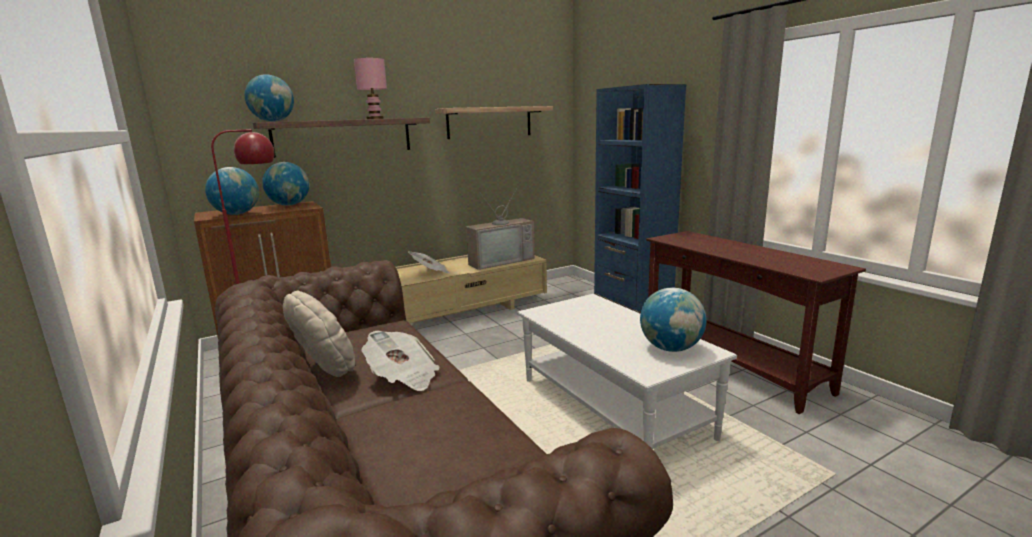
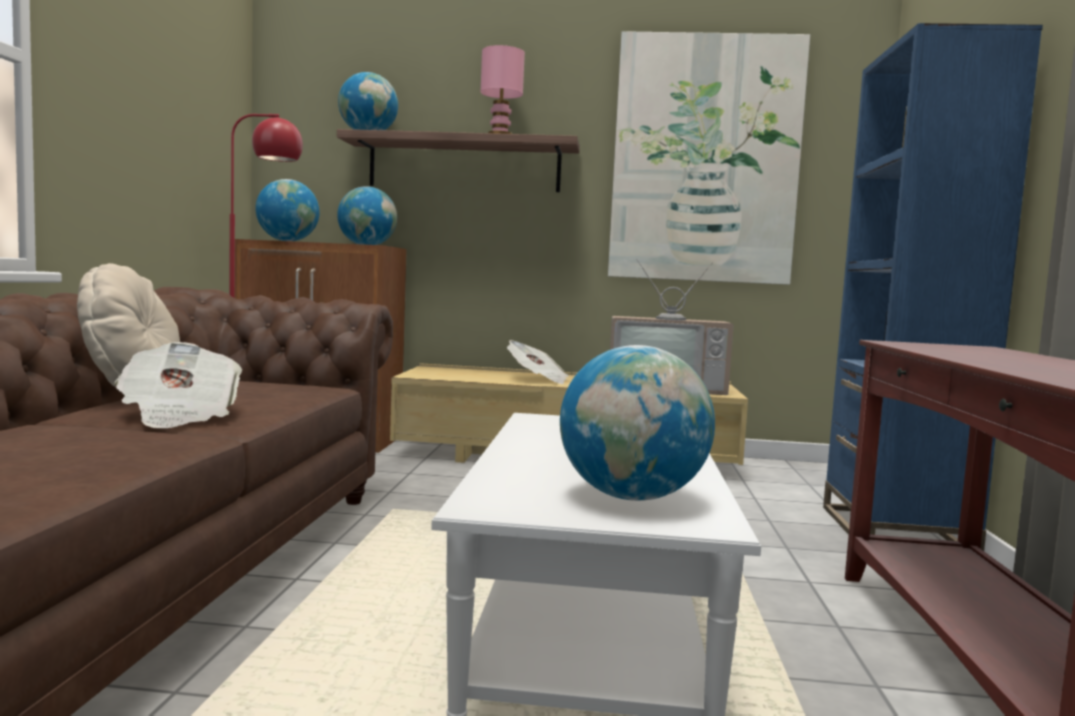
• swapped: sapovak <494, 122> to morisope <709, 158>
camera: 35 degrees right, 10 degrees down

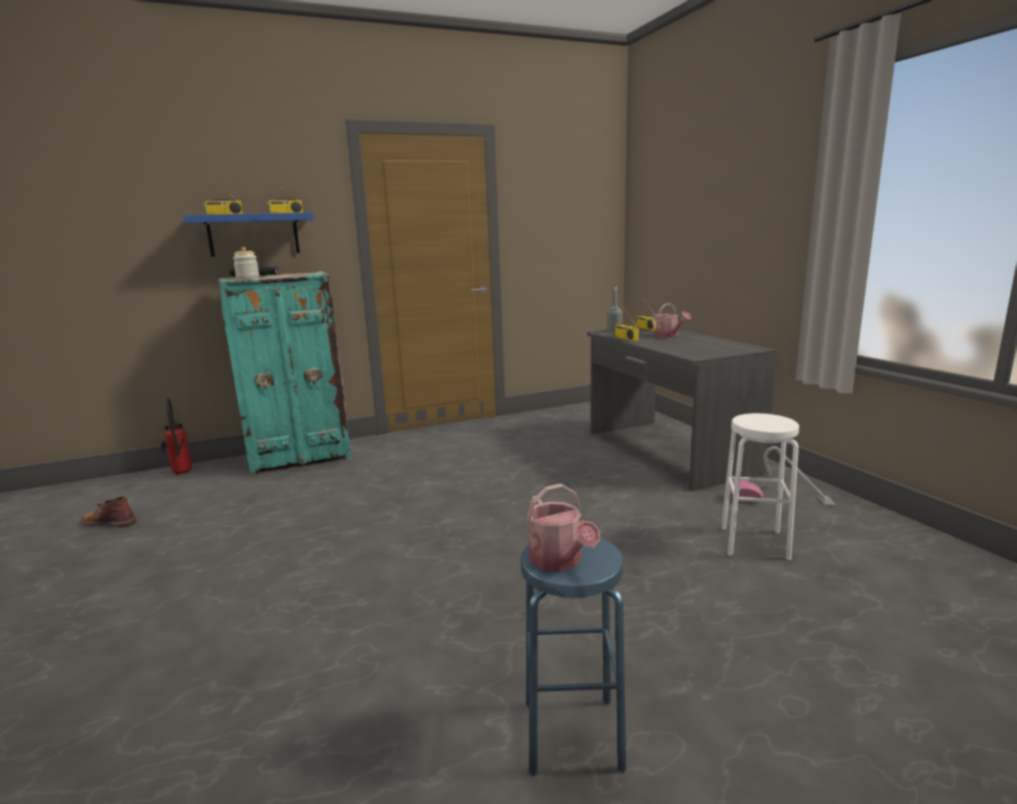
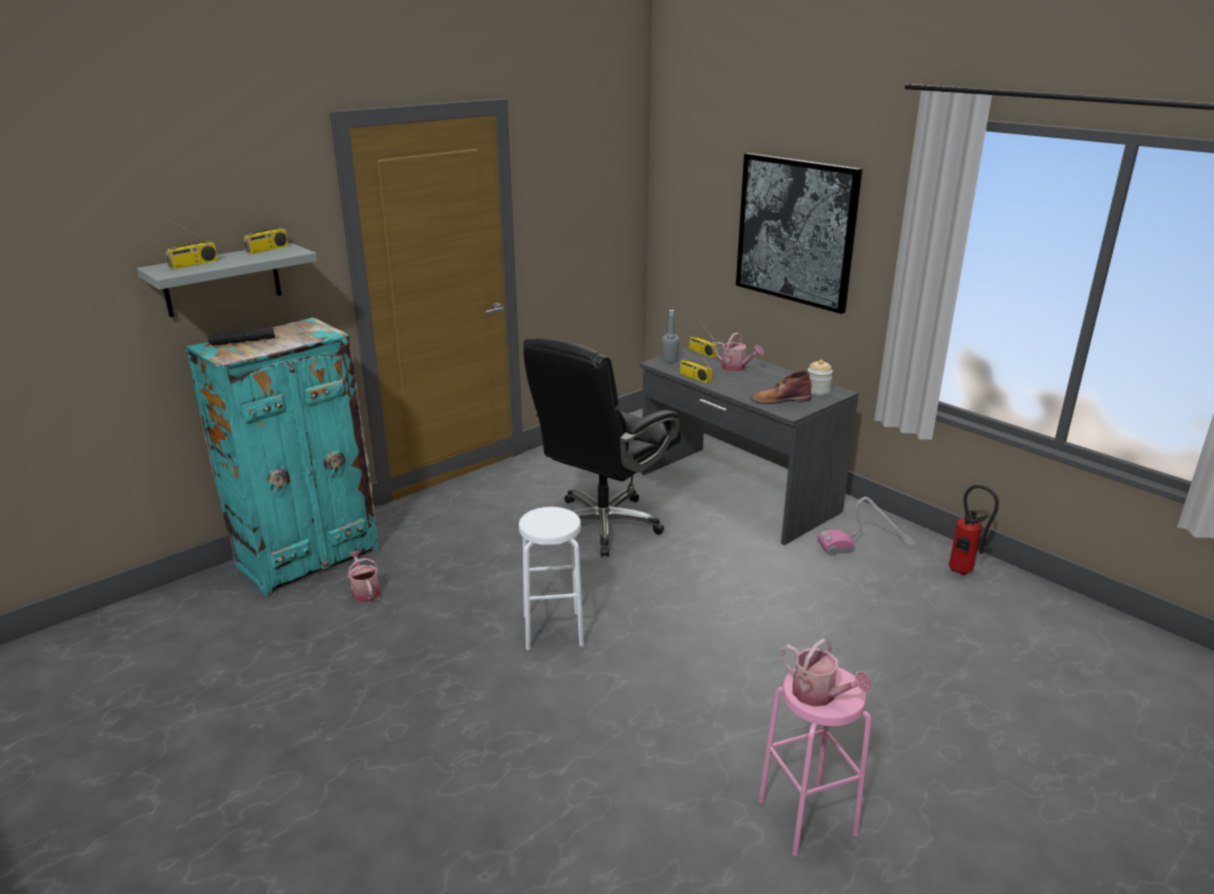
• new: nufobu <363, 576>
• new: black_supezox <602, 447>
• new: morisope <799, 233>
• shifted: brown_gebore <109, 512> to <781, 387>
• shifted: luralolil <176, 436> to <974, 530>
• shifted: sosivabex <246, 263> to <820, 377>
• shifted: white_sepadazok <760, 486> to <551, 578>
• repainted: blue_sapovak <249, 234> to grey_sapovak <226, 280>
• repainted: blue_sepadazok <573, 657> to pink_sepadazok <815, 762>
camera: 20 degrees left, 10 degrees up

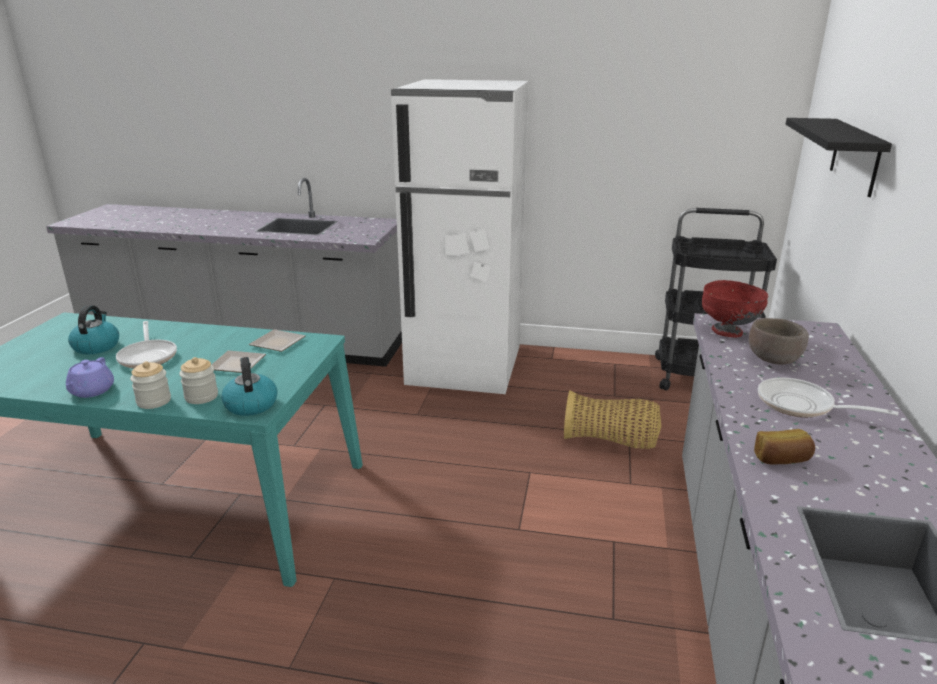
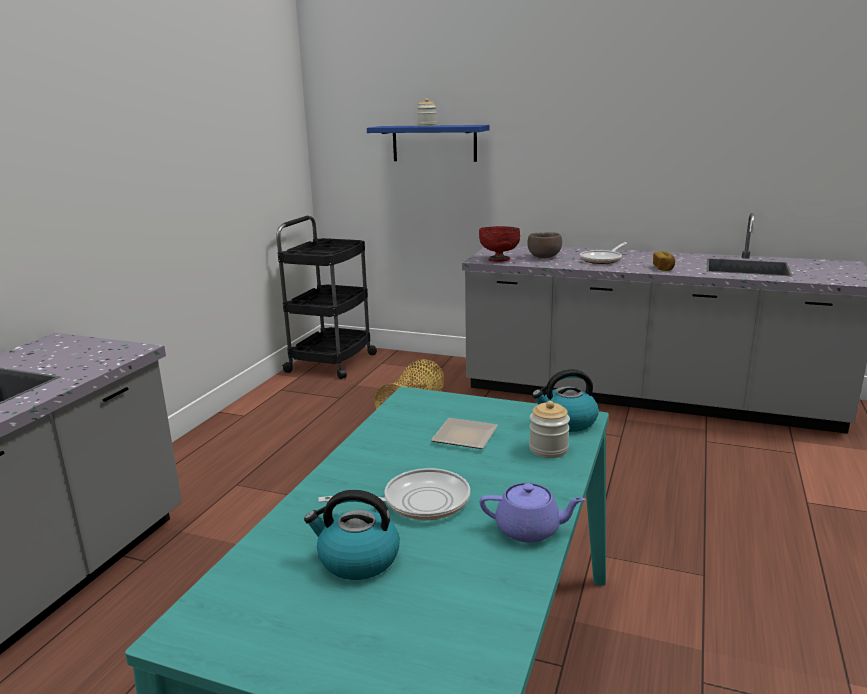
• gone: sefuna <277, 340>
• gone: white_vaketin <460, 236>
• shifted: sosivabex <150, 385> to <427, 112>
• repainted: black_sapovak <839, 157> to blue_sapovak <428, 143>
camera: 80 degrees left, 5 degrees down

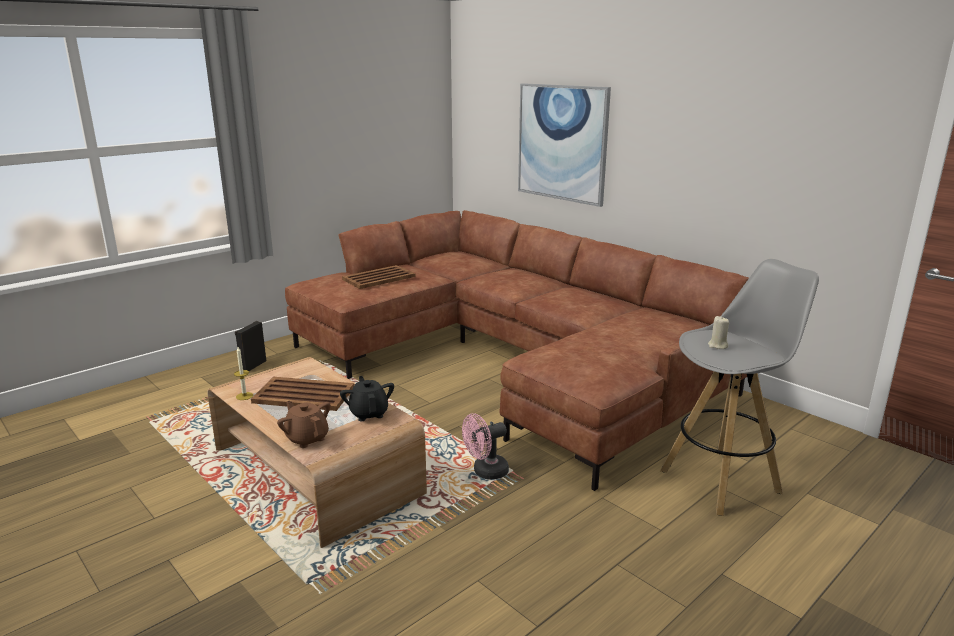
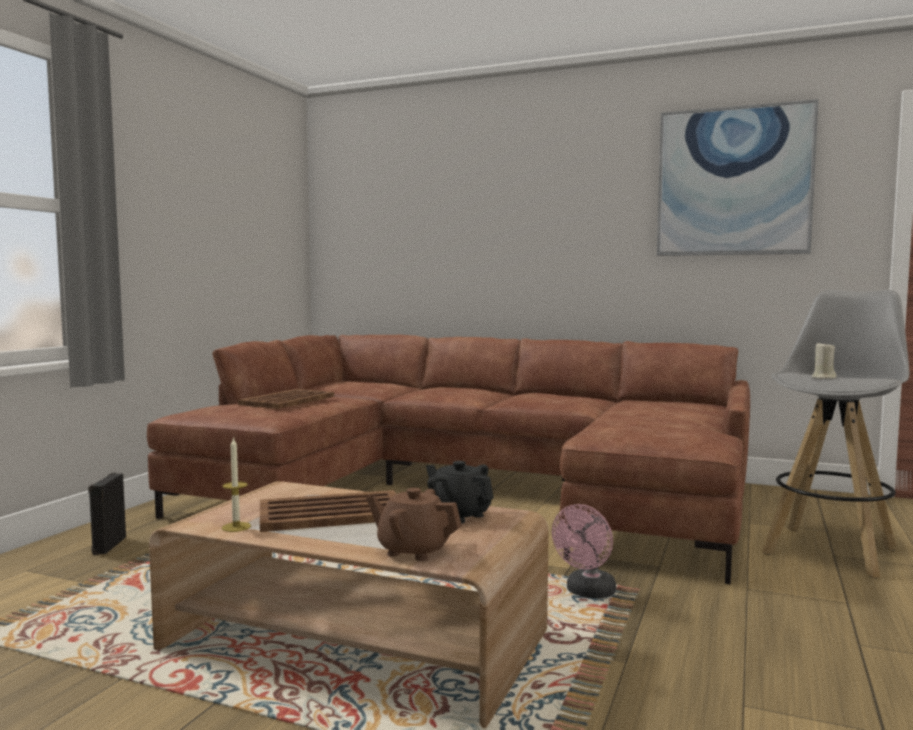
• shifted: morisope <564, 145> to <737, 177>
camera: 25 degrees left, 15 degrees down

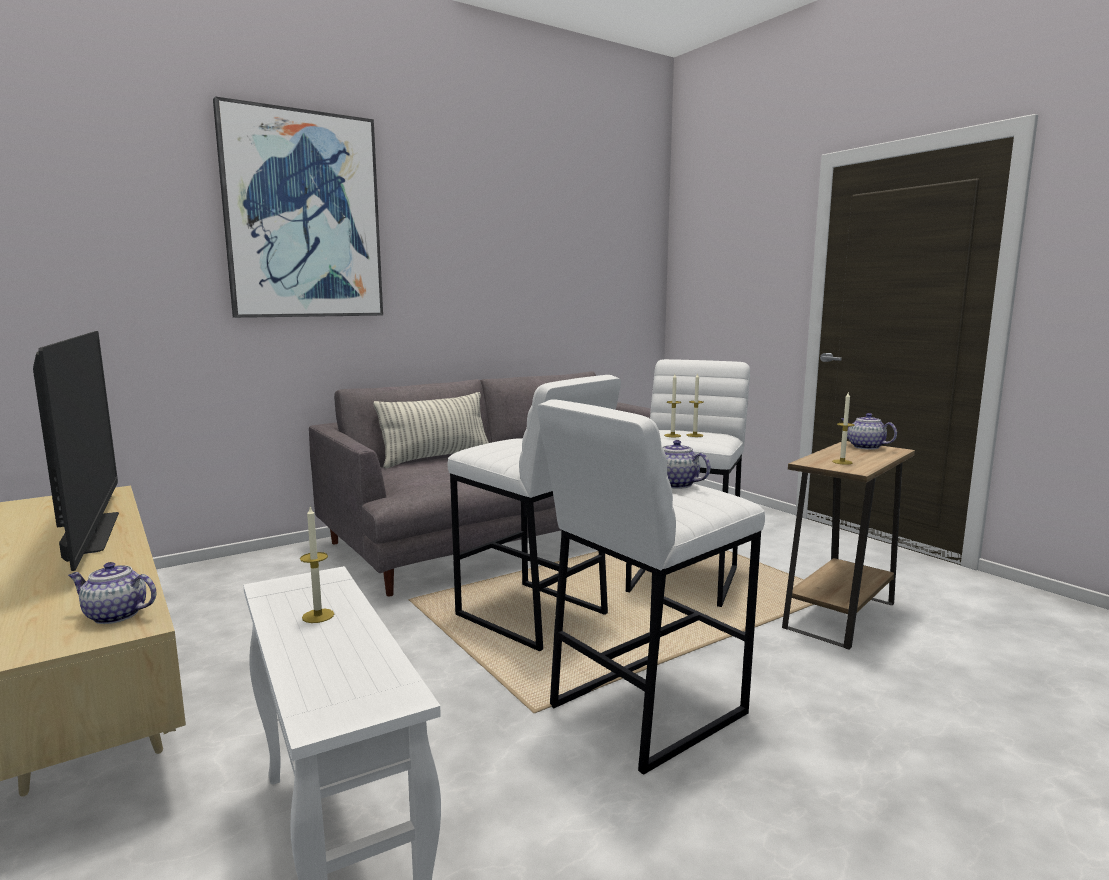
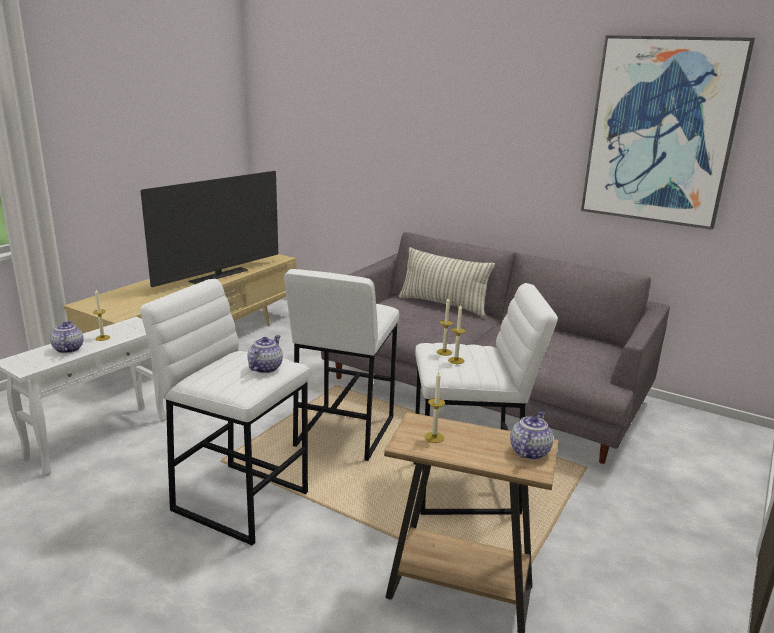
• shifted: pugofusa <112, 593> to <67, 337>
• shifted: morisope <298, 207> to <668, 132>
camera: 65 degrees right, 10 degrees up

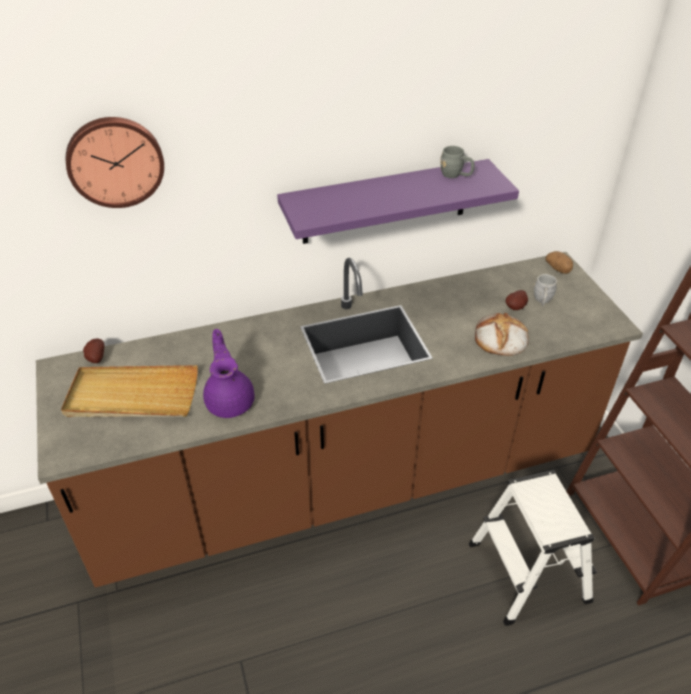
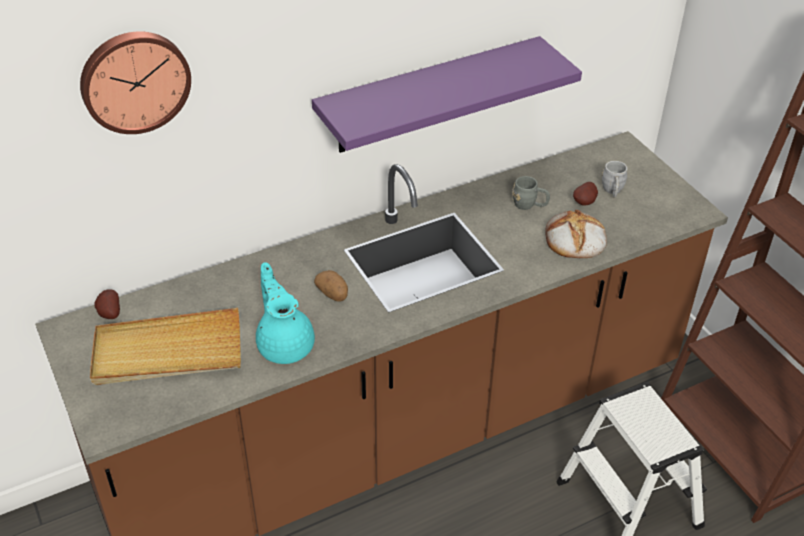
• shifted: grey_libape <457, 162> to <531, 193>
• shifted: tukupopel <559, 262> to <331, 286>
• repainted: purple_pugofusa <228, 373> to turquoise_pugofusa <285, 313>
camera: 10 degrees left, 0 degrees up

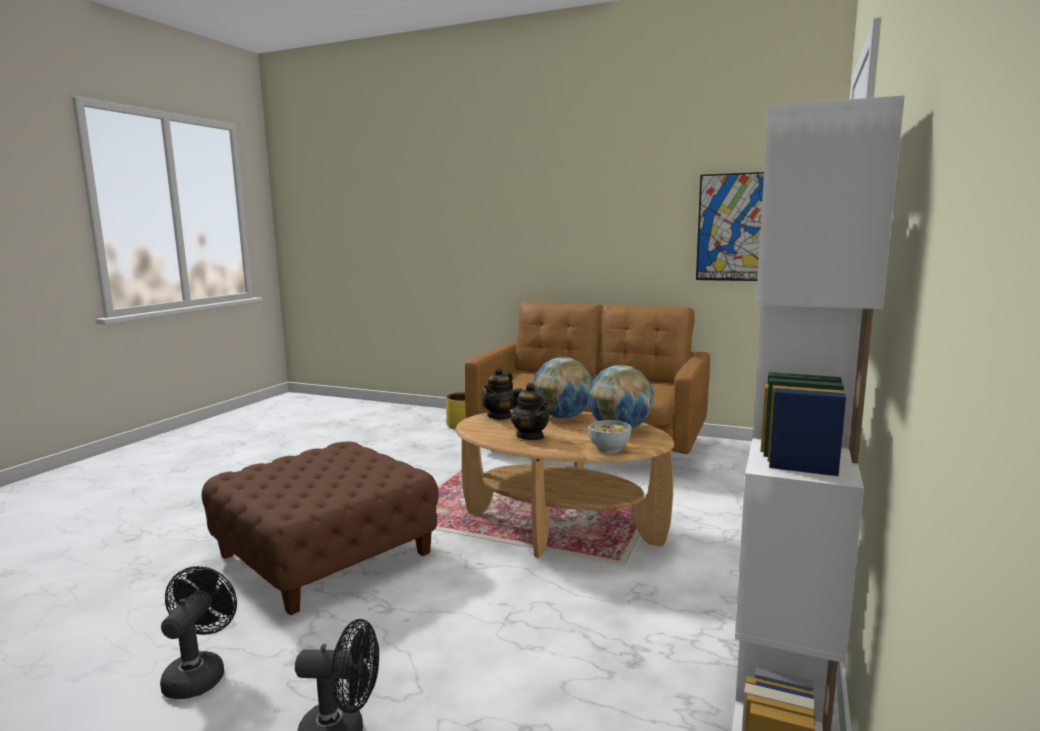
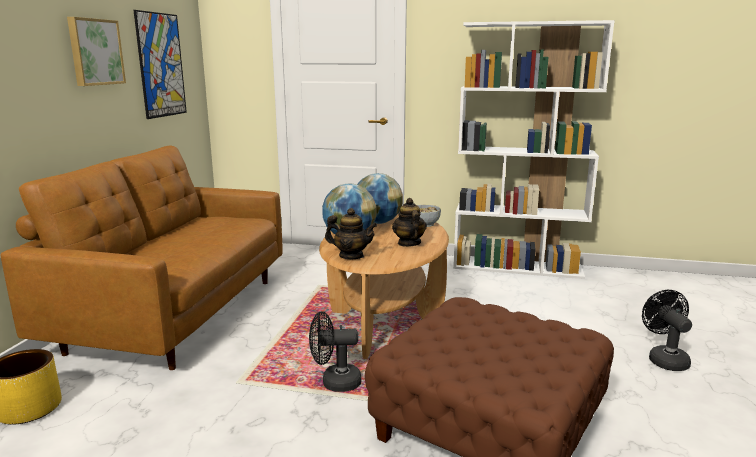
• new: morisope <96, 51>
• shifted: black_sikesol <198, 632> to <335, 352>
• rotated: pugofusa <530, 411> = <409, 222> 60 degrees counterclockwise
camera: 100 degrees left, 5 degrees up

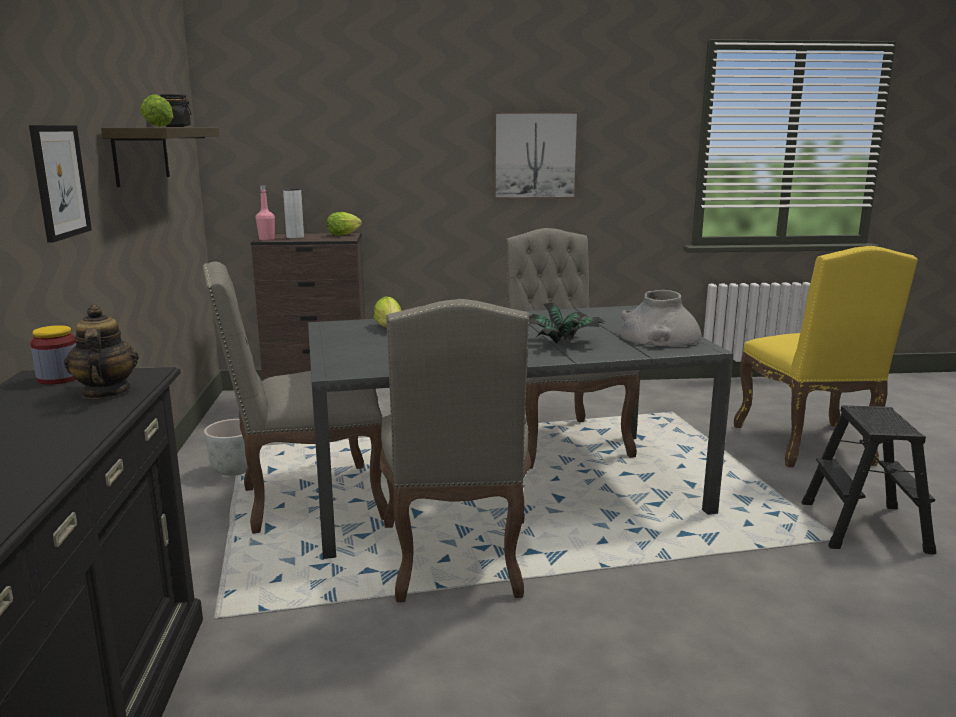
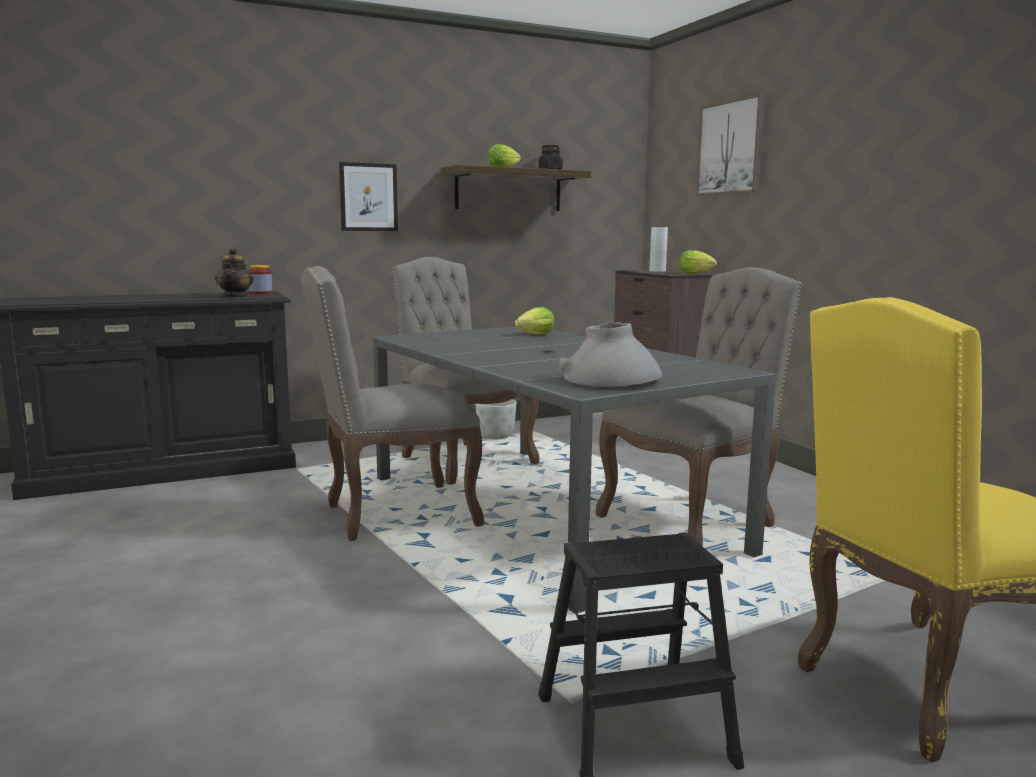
• gone: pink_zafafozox <265, 212>
• gone: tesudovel <567, 323>
• shifted: morisope <536, 155> to <730, 144>
• rotated: pugofusa <101, 352> = <234, 272> 120 degrees clockwise
camera: 70 degrees right, 5 degrees down

